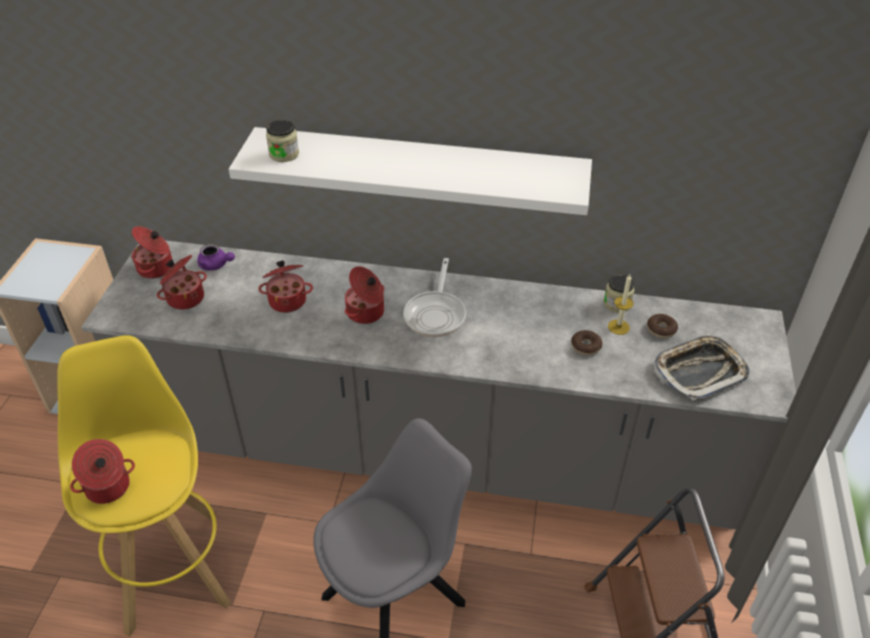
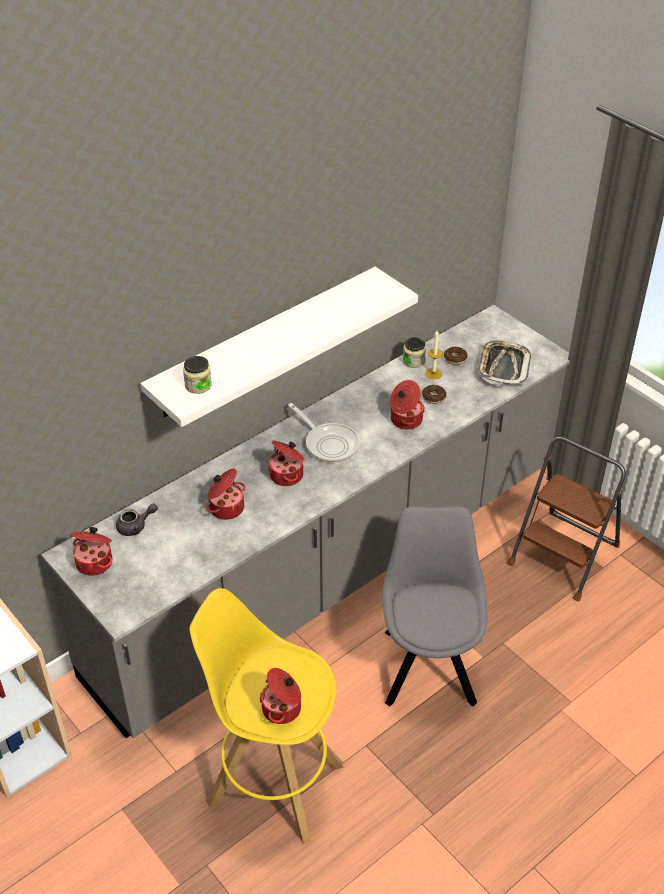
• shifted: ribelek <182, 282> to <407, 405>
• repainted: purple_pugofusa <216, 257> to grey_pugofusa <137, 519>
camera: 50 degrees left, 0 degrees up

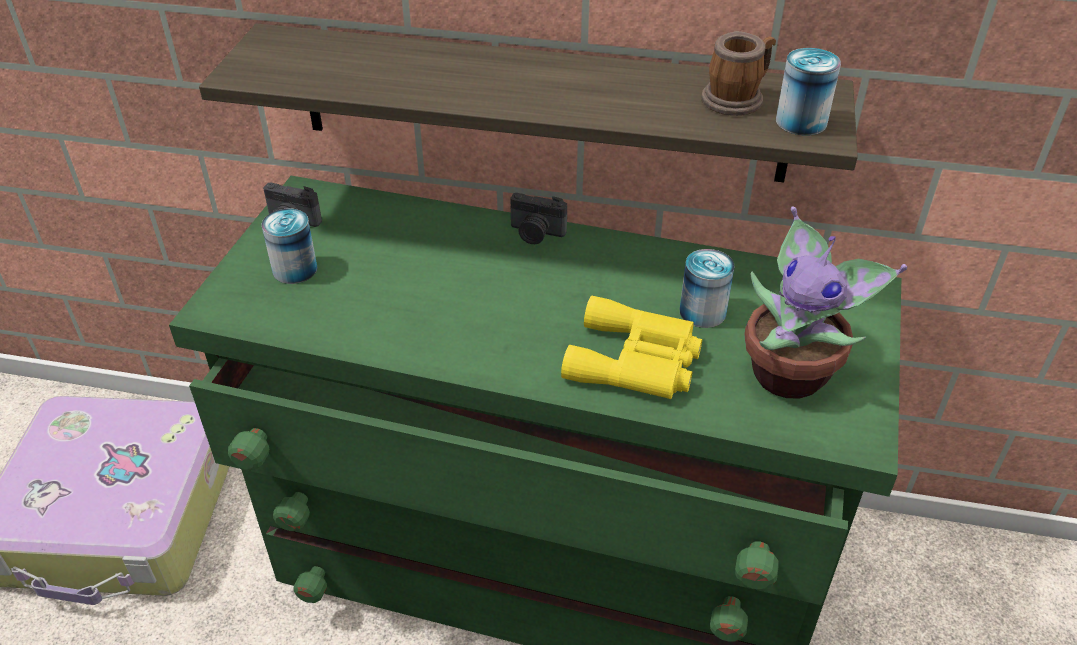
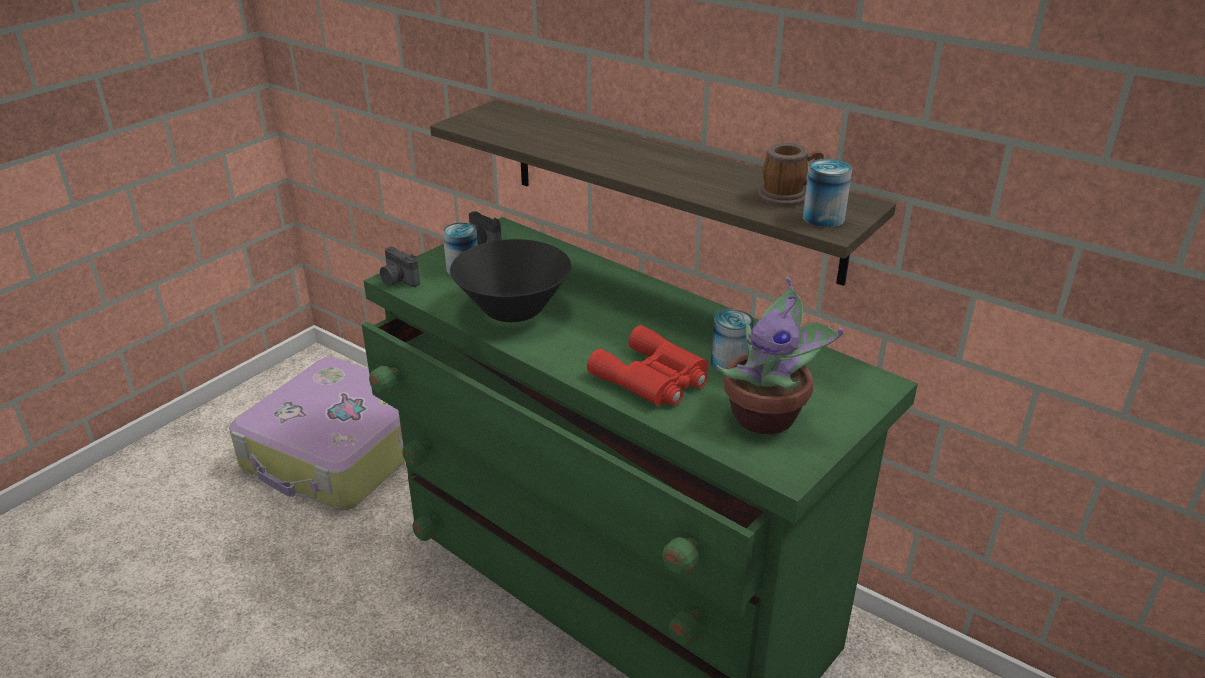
• new: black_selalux <510, 280>
• shifted: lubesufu <538, 218> to <400, 266>
• repainted: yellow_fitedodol <631, 347> to red_fitedodol <647, 365>
camera: 25 degrees right, 10 degrees down

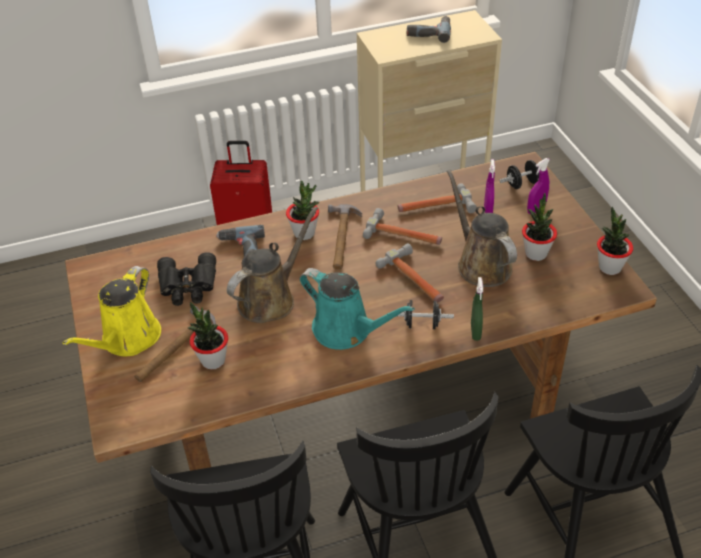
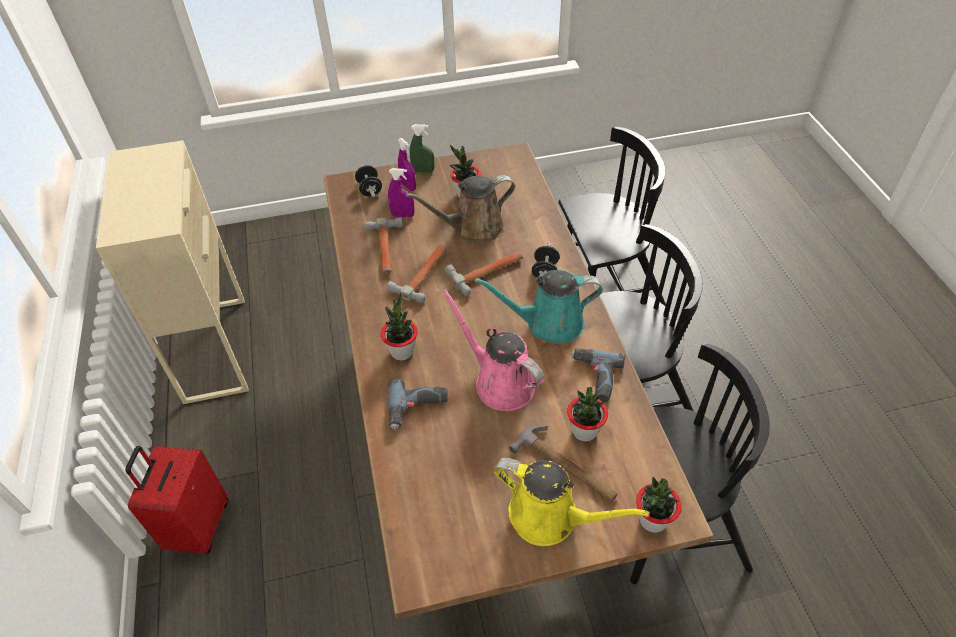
• gone: black_fitedodol <186, 279>
• gone: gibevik <345, 237>
• shifted: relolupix <429, 29> to <598, 375>
• shifted: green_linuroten <477, 309> to <422, 148>
• shifted: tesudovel <615, 241> to <659, 505>
• repainted: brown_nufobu <272, 265> to pink_nufobu <493, 350>
• rotated: turquoise_nufobu <357, 309> = <538, 307> 135 degrees counterclockwise
camera: 85 degrees left, 5 degrees up

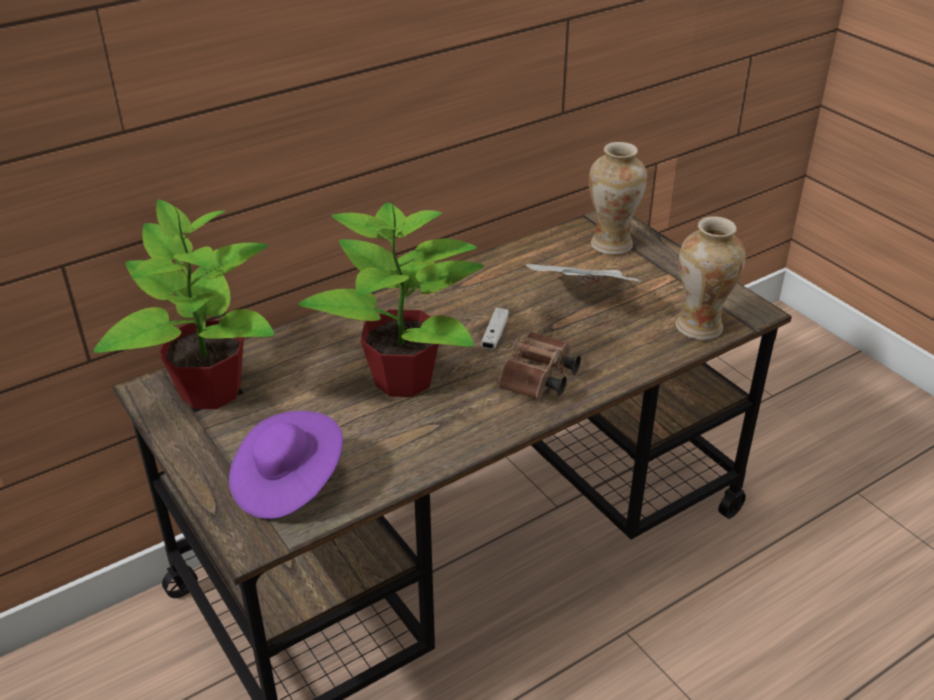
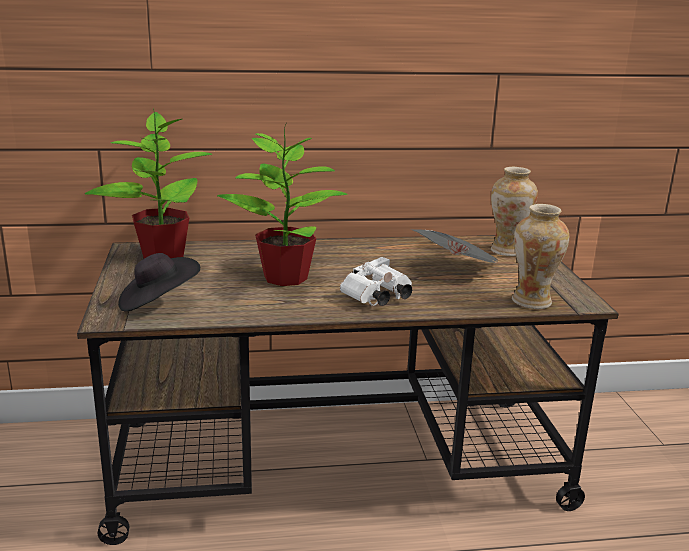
• repainted: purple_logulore <286, 465> to black_logulore <159, 282>
• repainted: brown_fitedodol <539, 365> to white_fitedodol <376, 284>
camera: 25 degrees right, 15 degrees down

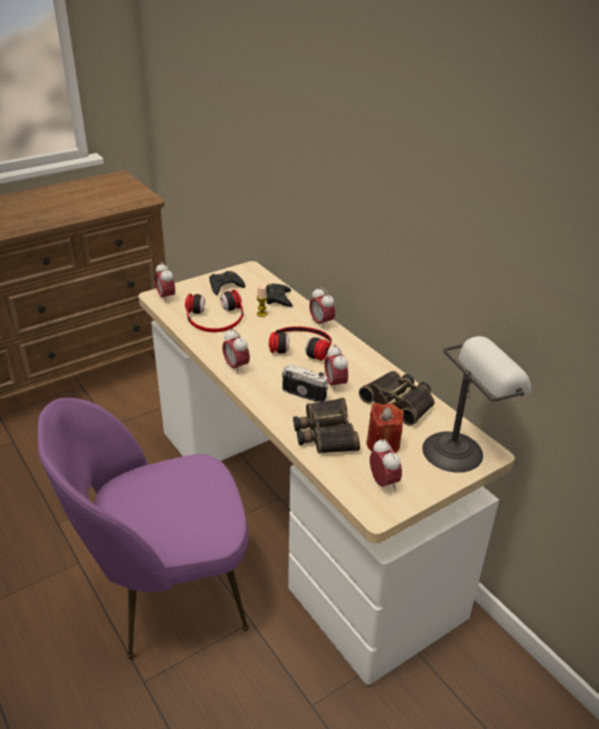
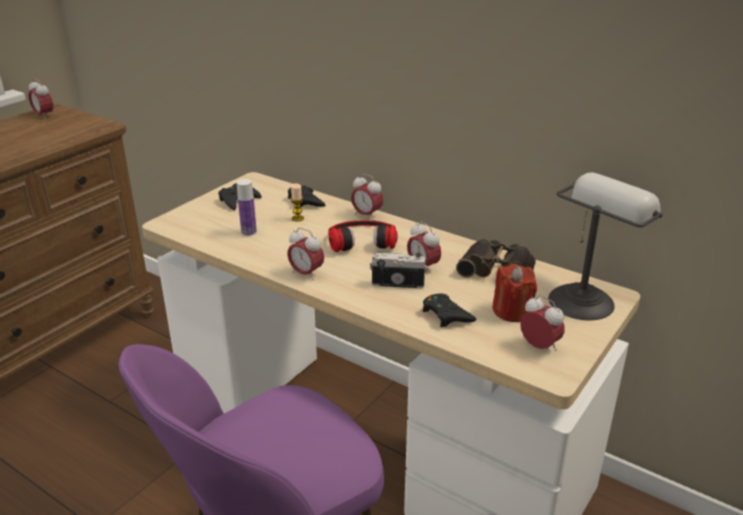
• shifted: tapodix <165, 282> to <40, 98>
• swapped: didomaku <214, 311> to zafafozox <247, 207>
• swapped: fitedodol <326, 426> to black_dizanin <449, 310>
camera: 20 degrees left, 5 degrees down

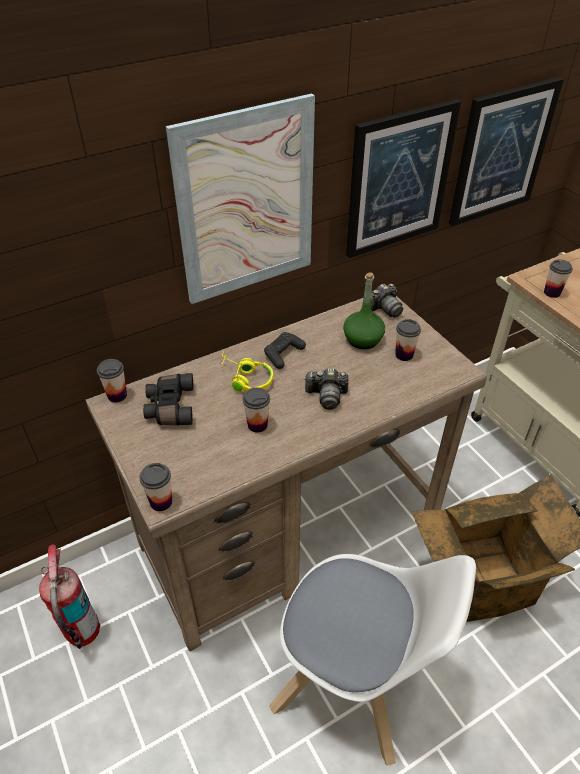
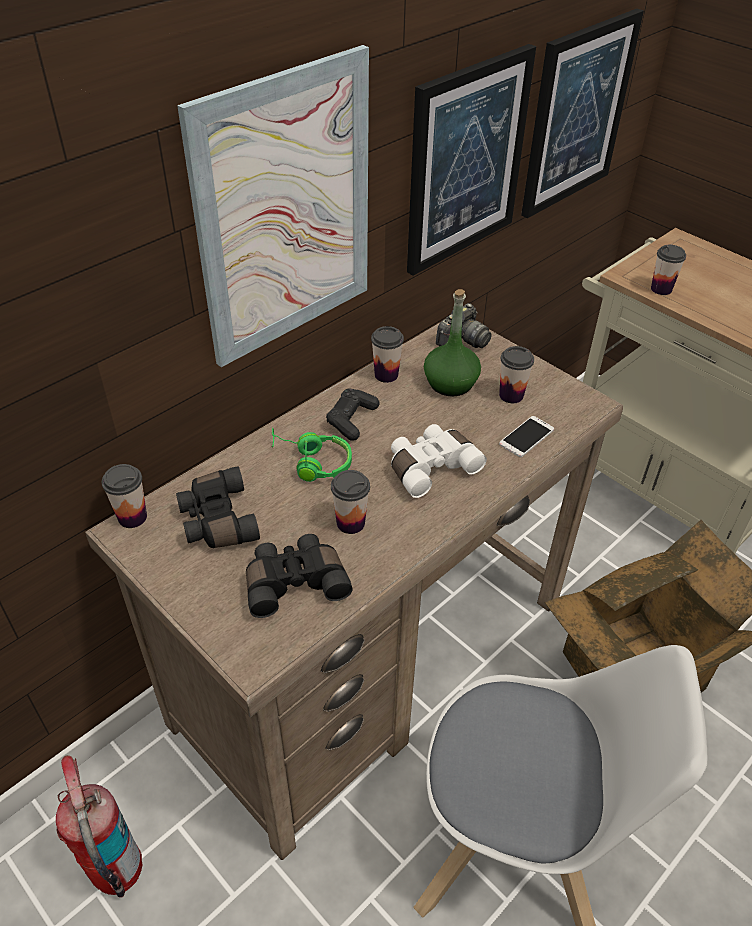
• new: black_fitedodol <299, 576>
• new: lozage <526, 436>
• shifted: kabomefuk <155, 487> to <387, 354>
• swapped: lubesufu <326, 389> to white_fitedodol <439, 461>
• repainted: yellow_didomaku <247, 371> to green_didomaku <311, 455>
camera: 15 degrees left, 0 degrees up

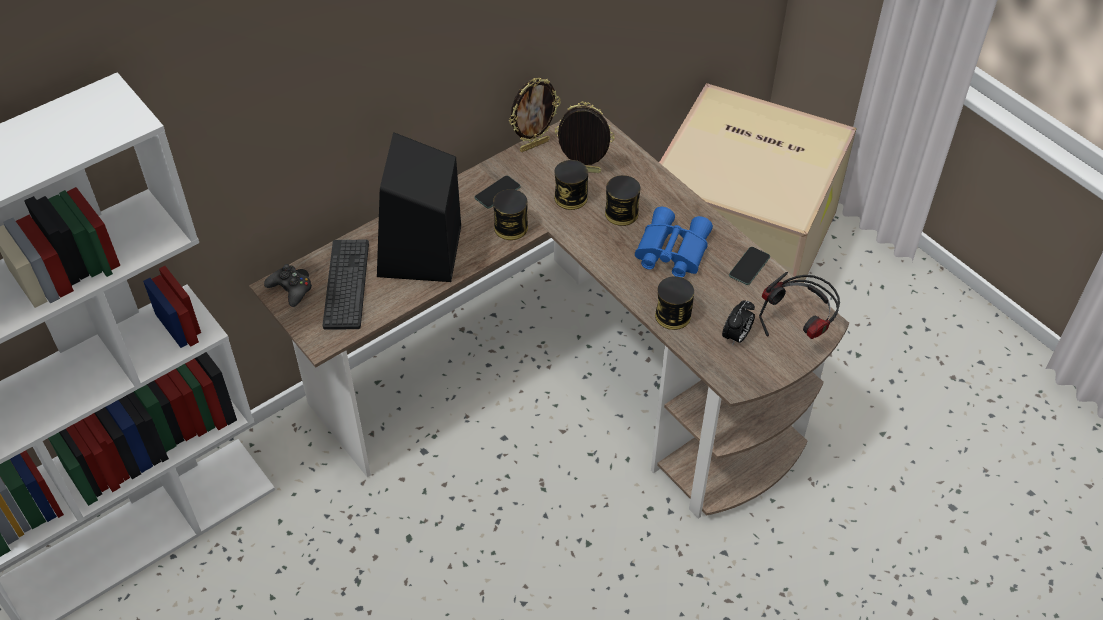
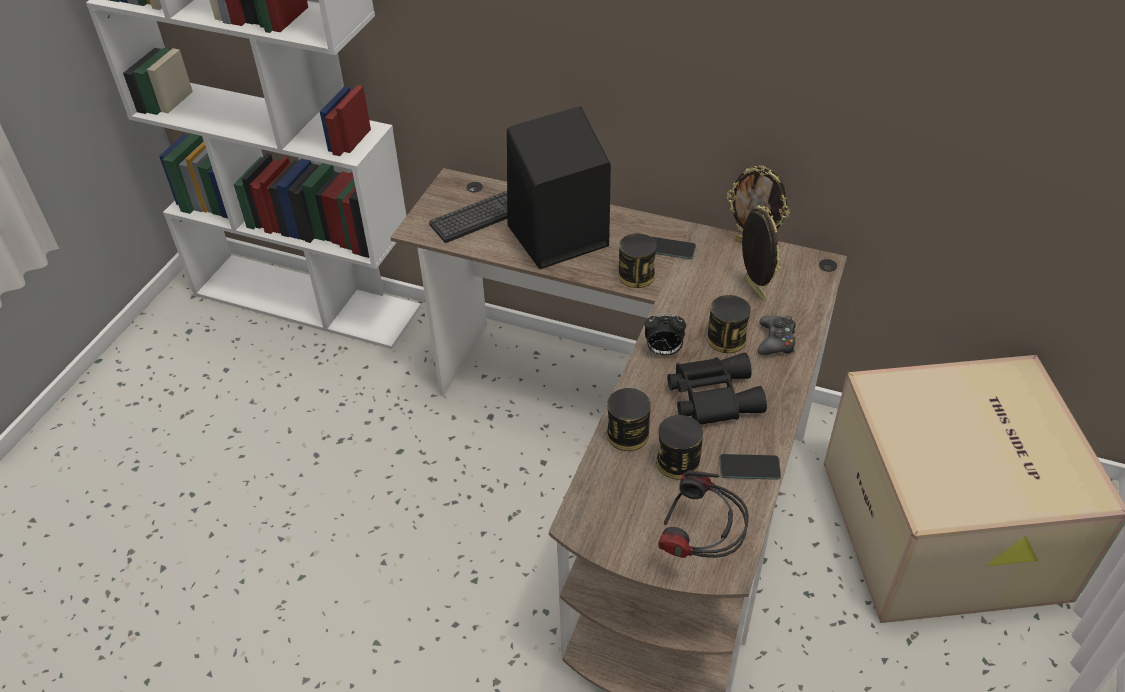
• shifted: black_dizanin <288, 285> to <777, 335>
• shifted: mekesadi <571, 185> to <679, 447>
• shifted: tapodix <738, 323> to <665, 334>
• repainted: blue_fitedodol <674, 242> to black_fitedodol <717, 389>
camera: 60 degrees right, 5 degrees down

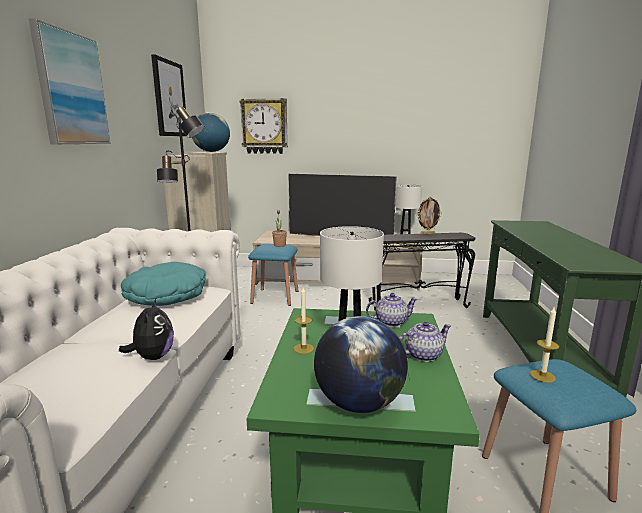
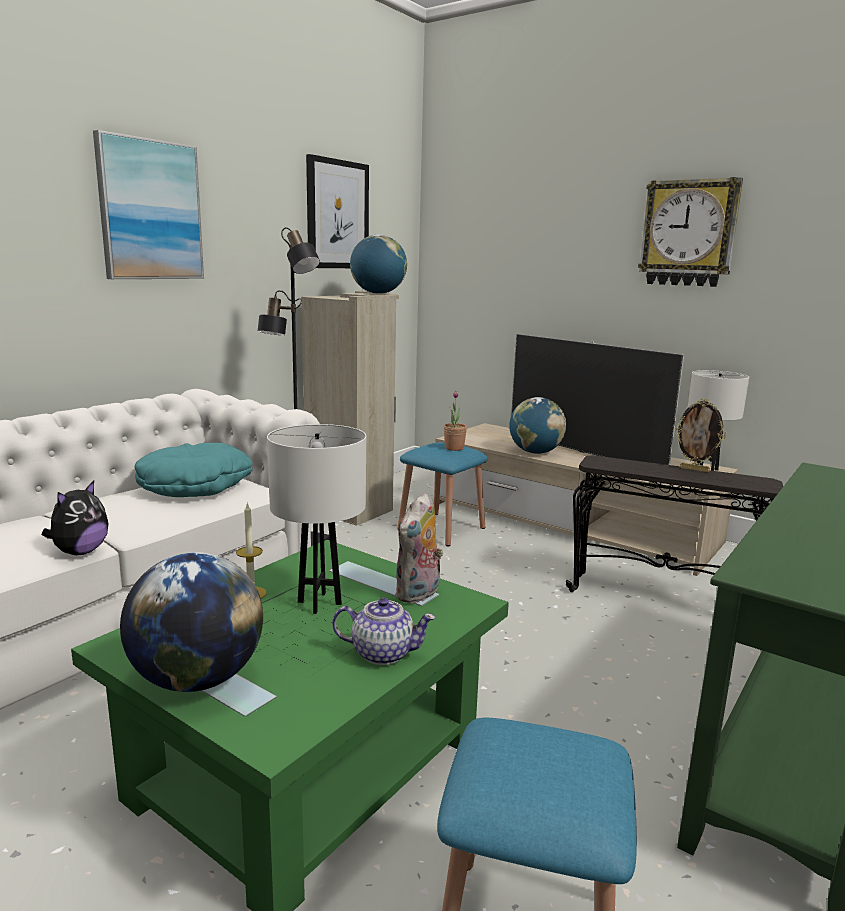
• gone: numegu <545, 345>
• new: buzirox <538, 425>
• shifted: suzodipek <264, 126> to <690, 232>
• swapped: pugofusa <392, 310> to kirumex <419, 548>
camera: 30 degrees right, 0 degrees up

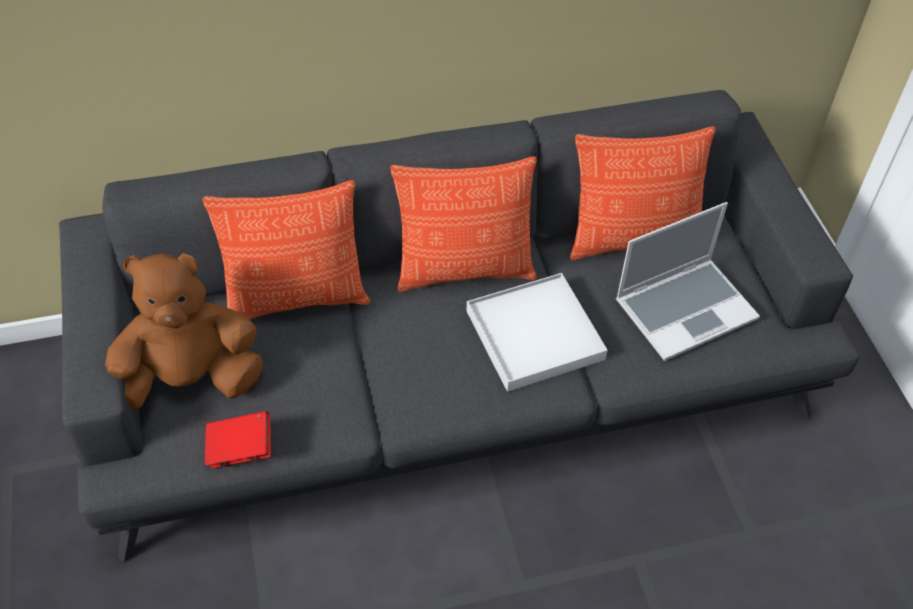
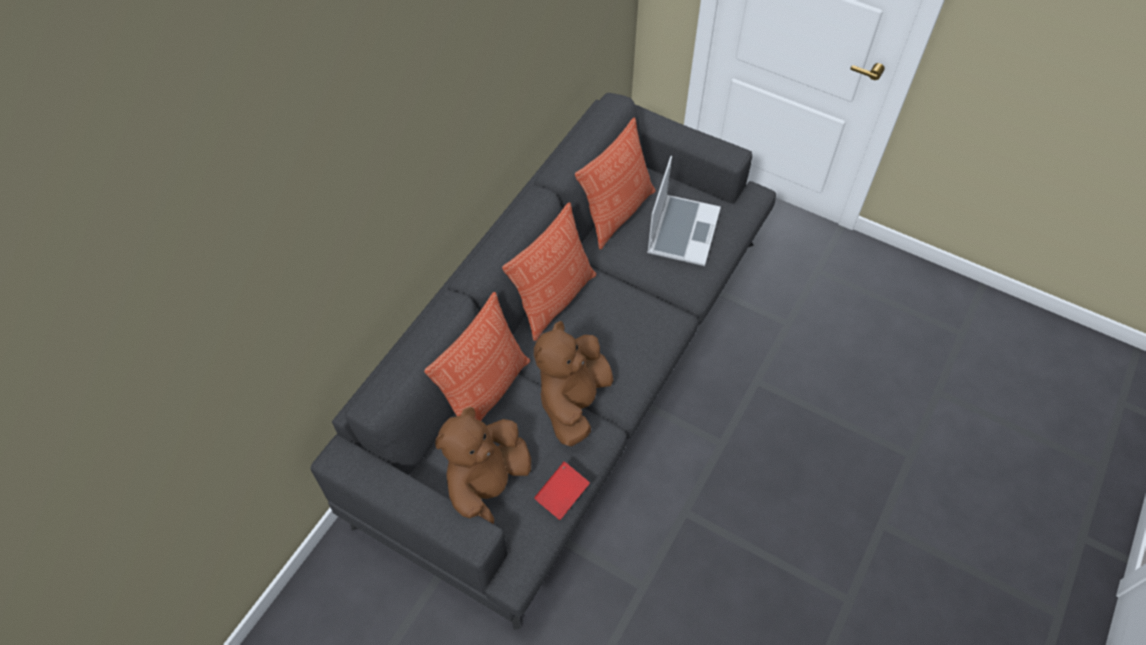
• gone: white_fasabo <537, 332>
• new: brown_kirumex <574, 384>
camera: 45 degrees left, 5 degrees up

